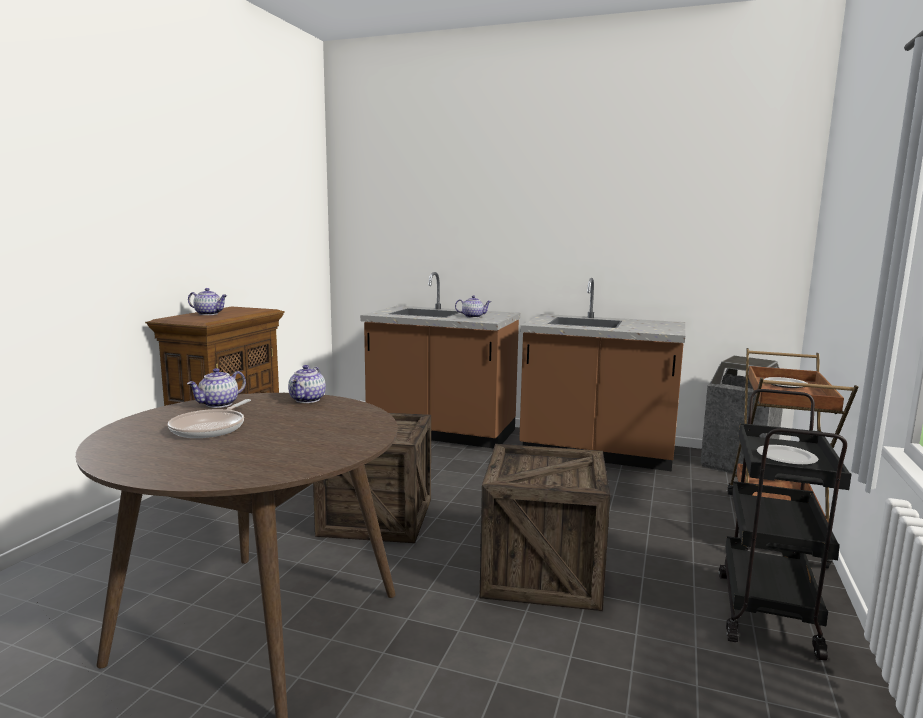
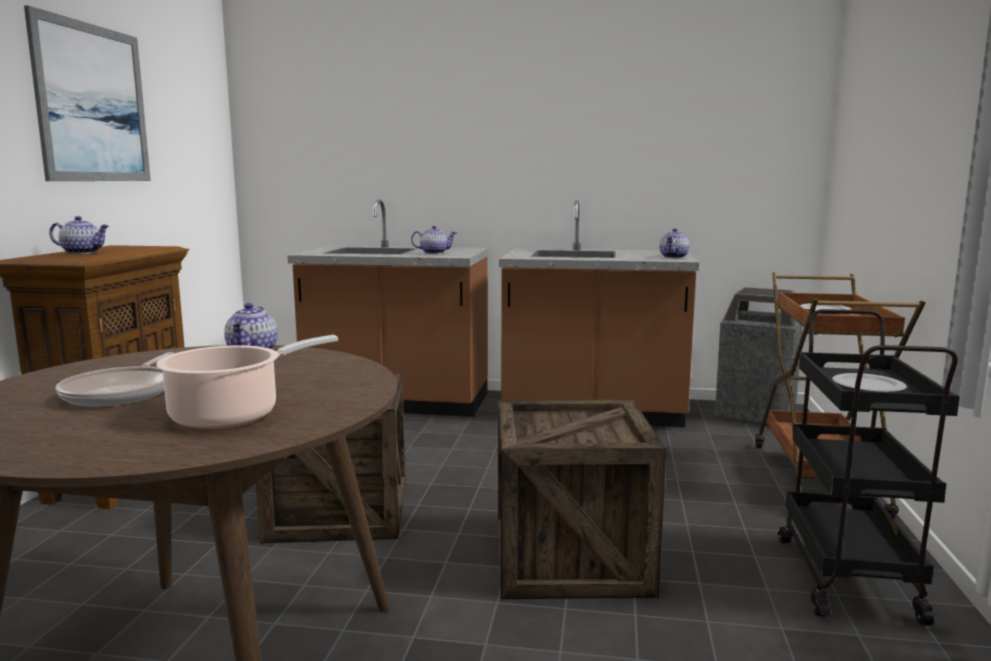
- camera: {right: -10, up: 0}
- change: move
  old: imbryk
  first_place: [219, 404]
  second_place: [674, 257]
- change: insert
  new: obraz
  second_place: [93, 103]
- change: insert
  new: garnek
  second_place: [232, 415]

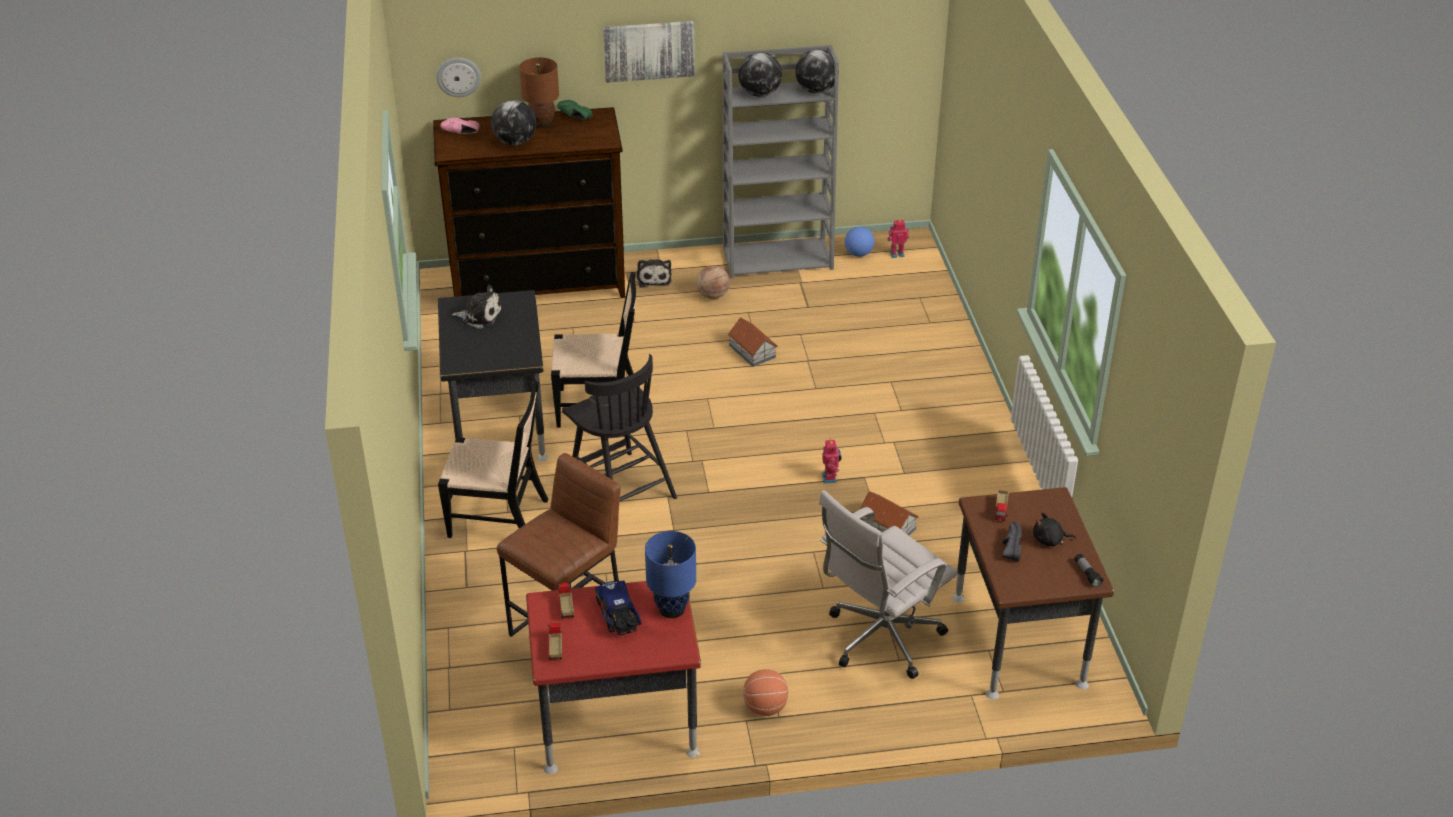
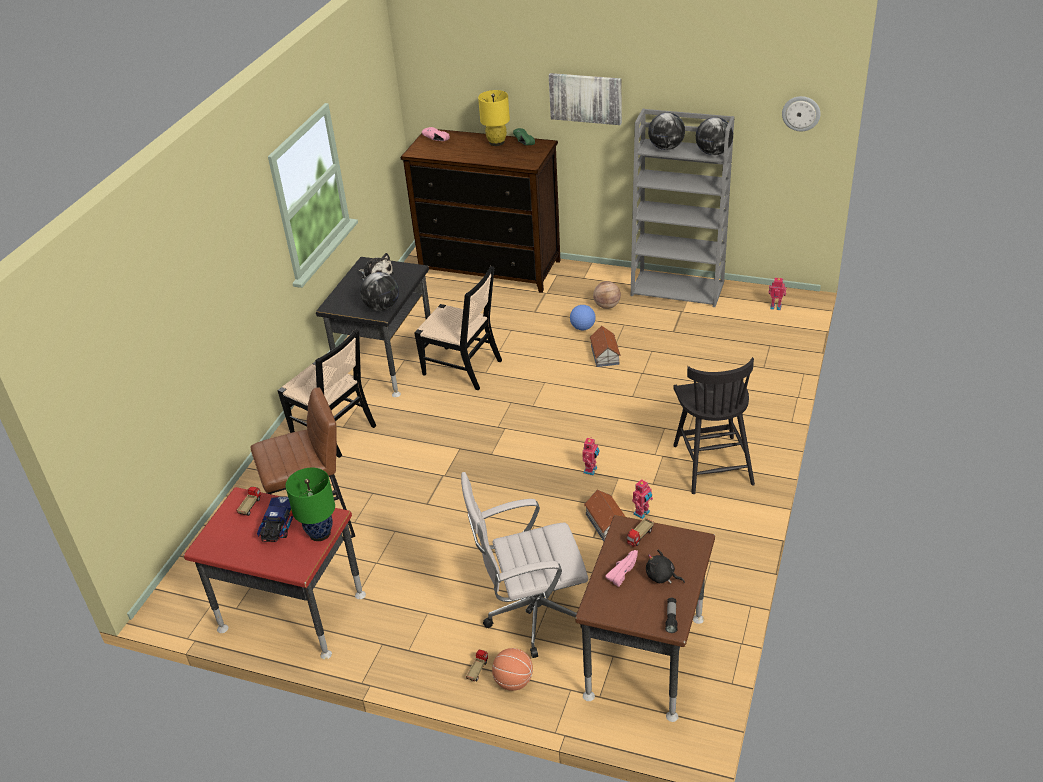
- camera: {right: 30, up: 0}
- change: move
  old: zegar ścienny
  first_place: [458, 76]
  second_place: [801, 113]
- change: move
  old: globus
  first_place: [515, 142]
  second_place: [381, 307]
- change: recolor
  old: lampa stołowa [brązowy]
  new: lampa stołowa [żółty]
  first_place: [542, 122]
  second_place: [497, 142]
- change: move
  old: ciężarówka zabawkowa
  first_place: [555, 648]
  second_place: [477, 670]
- change: move
  old: krzesło [czarny]
  first_place: [620, 487]
  second_place: [712, 462]
- change: delete
  old: pluszak
  first_place: [653, 278]
- change: recolor
  old: lampa stołowa [niebieski]
  new: lampa stołowa [zielony]
  first_place: [671, 609]
  second_place: [319, 533]
- change: move
  old: piłka do koszykówki
  first_place: [765, 707]
  second_place: [514, 681]
- change: move
  old: piłka futbolowa
  first_place: [858, 254]
  second_place: [583, 328]
- change: recolor
  old: but [czarny]
  new: but [różowy]
  first_place: [1009, 547]
  second_place: [621, 571]
- change: insert
  new: robot zabawkowy
  second_place: [642, 513]

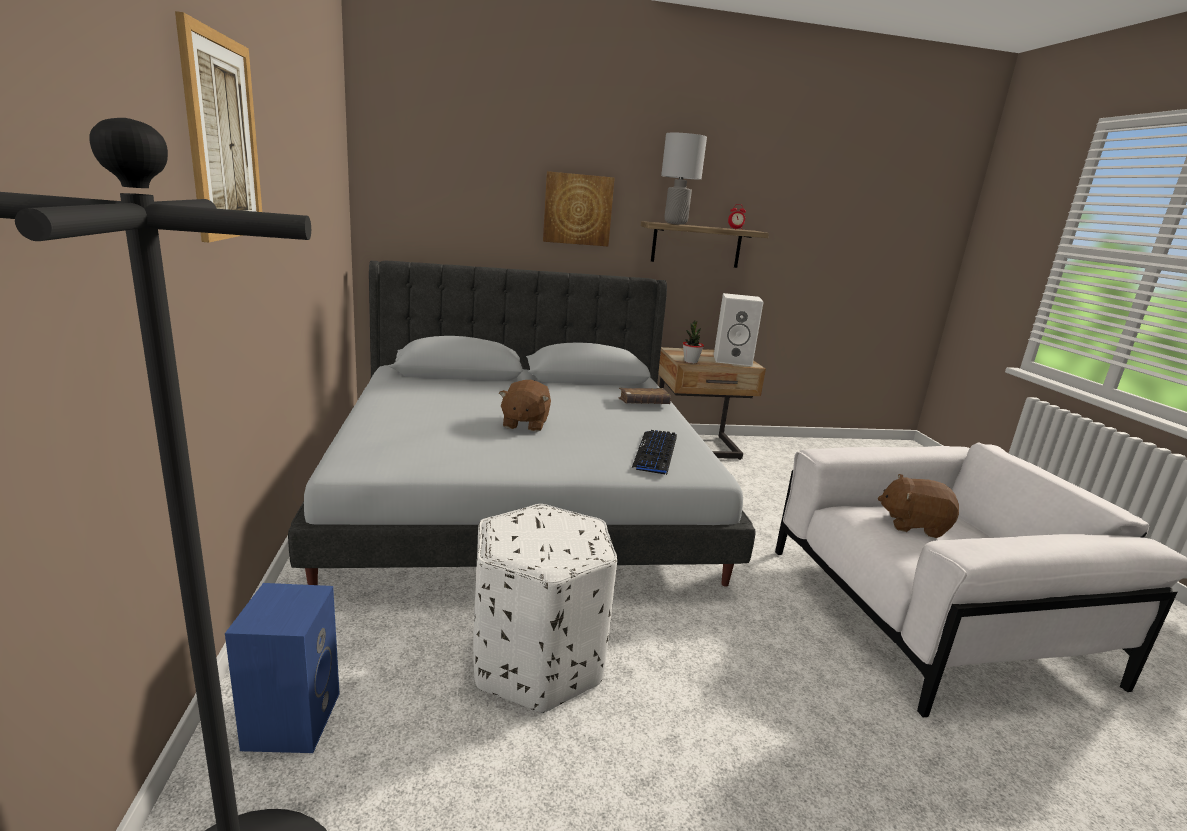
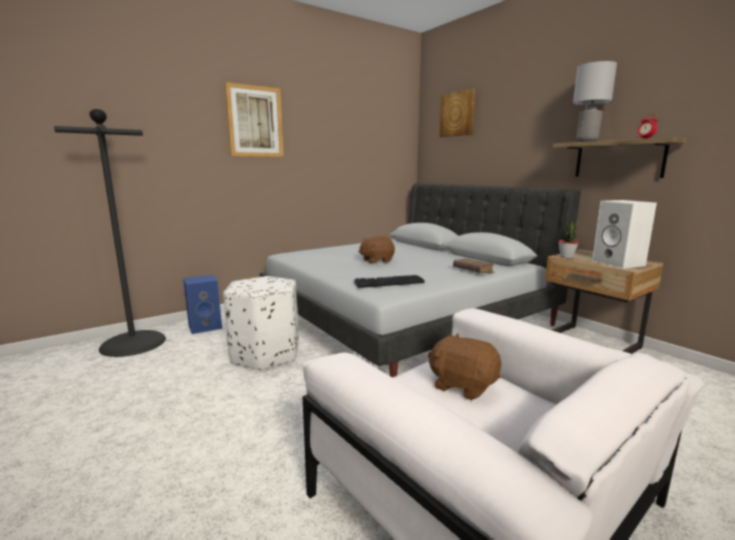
- camera: {right: 65, up: -5}
- change: move
  old: obraz
  first_place: [577, 209]
  second_place: [457, 114]
- change: rotate
  old: pluszak [brązowy]
  first_place: [913, 525]
  second_place: [463, 385]
  degrees: -45

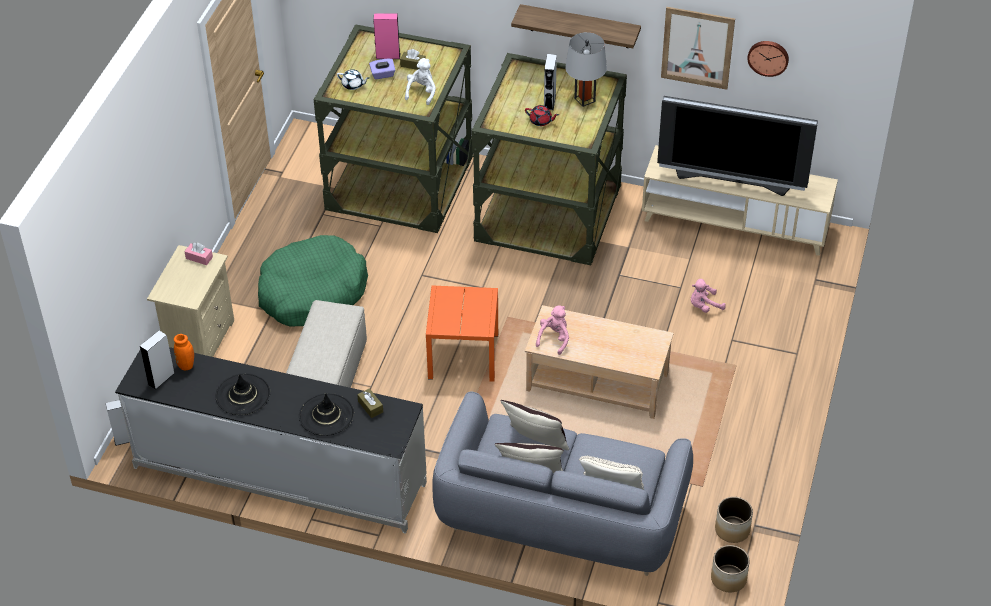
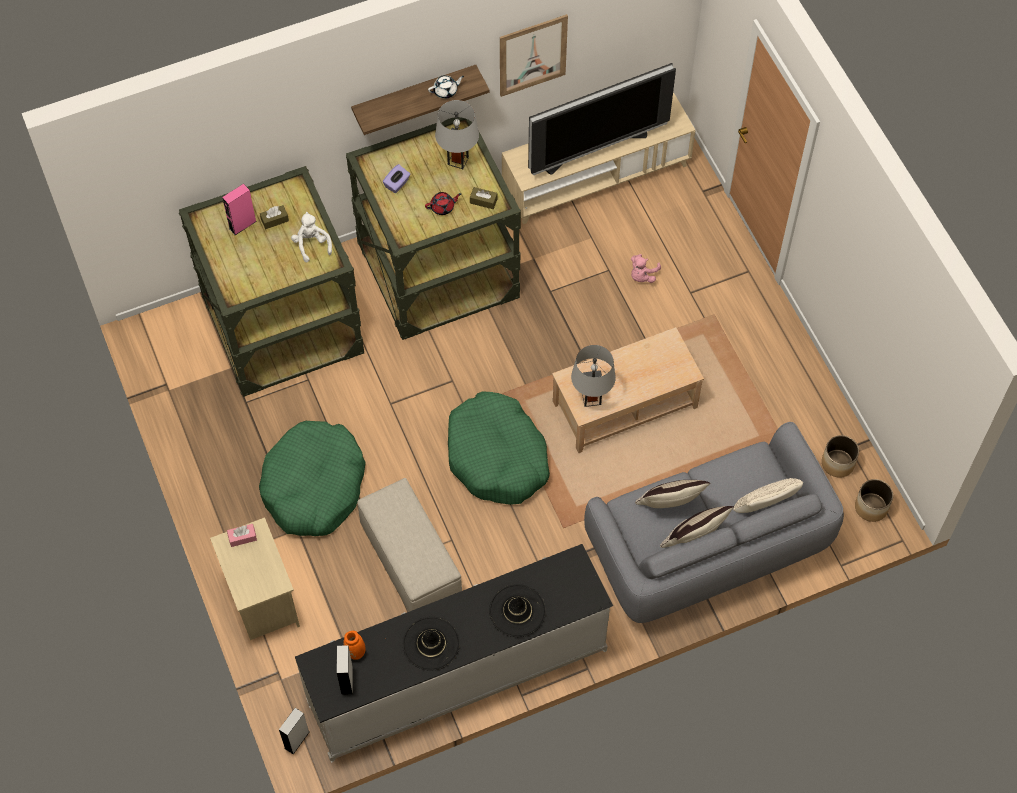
- camera: {right: -40, up: 15}
- change: move
  old: imbryk [biały]
  first_place: [353, 85]
  second_place: [446, 91]
- change: move
  old: pudełko chusteczek [brązowy]
  first_place: [370, 407]
  second_place: [483, 201]
- change: move
  old: pudełko chusteczek [fioletowy]
  first_place: [382, 75]
  second_place: [397, 184]
- change: replace
  old: stolik [pomarańczowy]
  new: legowisko [zielony]
  first_place: [462, 355]
  second_place: [497, 456]
- change: replace
  old: pluszak [różowy]
  new: lampa stołowa [szary]
  first_place: [554, 339]
  second_place: [591, 398]
- change: delete
  old: głośnik [szary]
  first_place: [549, 101]
- change: delete
  old: zegar ścienny
  first_place: [768, 57]

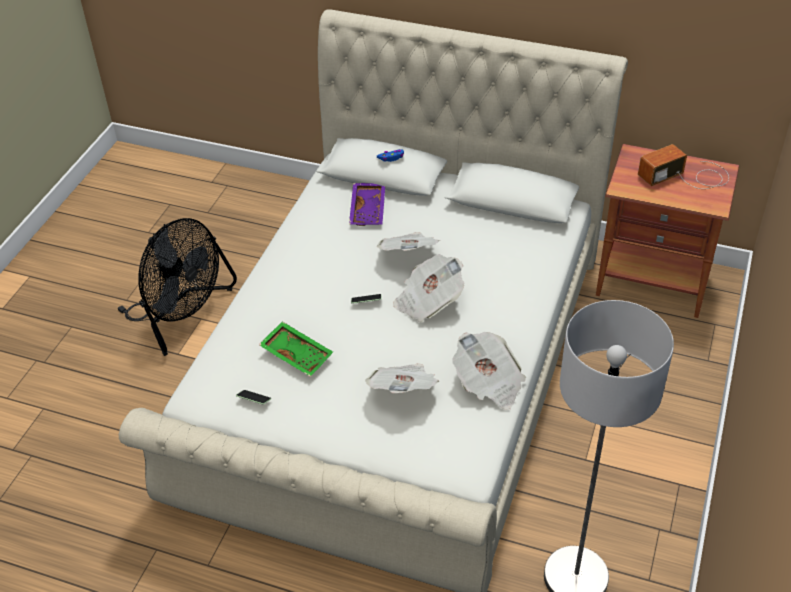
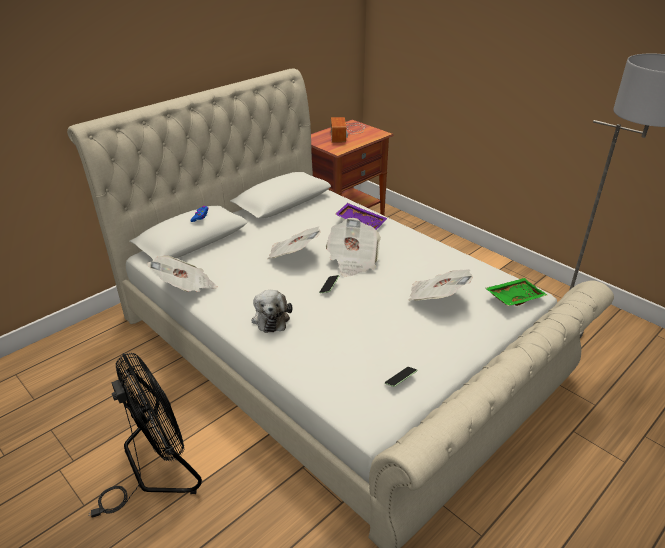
- camera: {right: -65, up: -10}
- change: move
  old: taca [zielony]
  first_place: [297, 354]
  second_place: [514, 297]
- change: move
  old: taca [fioletowy]
  first_place: [369, 210]
  second_place: [361, 222]
- change: move
  old: gazeta
  first_place: [489, 383]
  second_place: [186, 288]
- change: insert
  new: pluszak
  second_place: [271, 318]

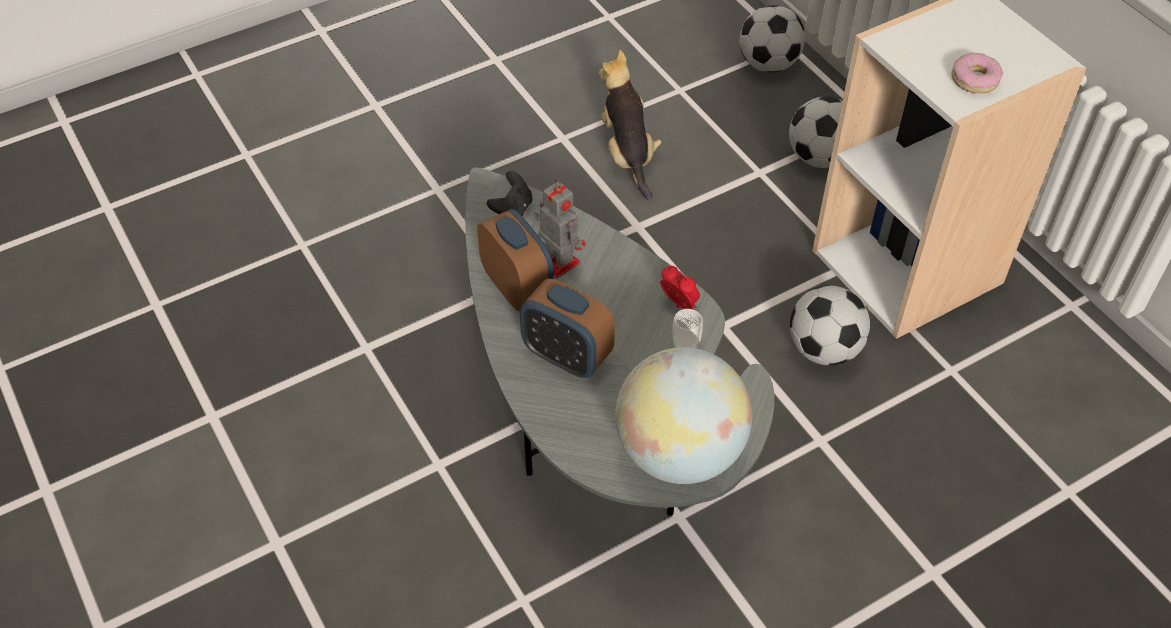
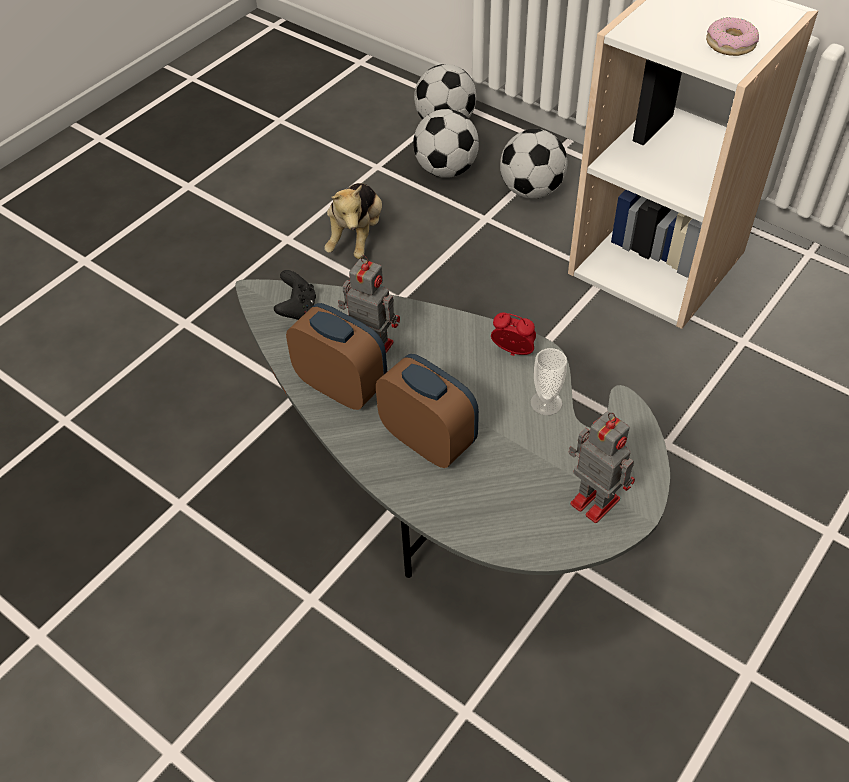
- camera: {right: -20, up: 0}
- change: rotate
  old: budzik
  first_place: [567, 356]
  second_place: [428, 440]
  degrees: -150
- change: rotate
  old: pluszak
  first_place: [627, 154]
  second_place: [356, 237]
  degrees: -135
- change: replace
  old: globus
  new: robot zabawkowy
  first_place: [679, 452]
  second_place: [593, 500]
- change: move
  old: piłka futbolowa
  first_place: [824, 350]
  second_place: [447, 170]

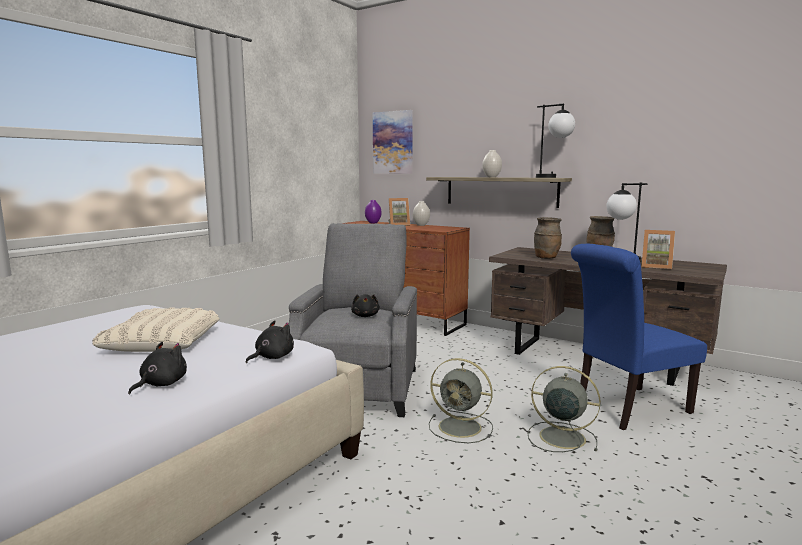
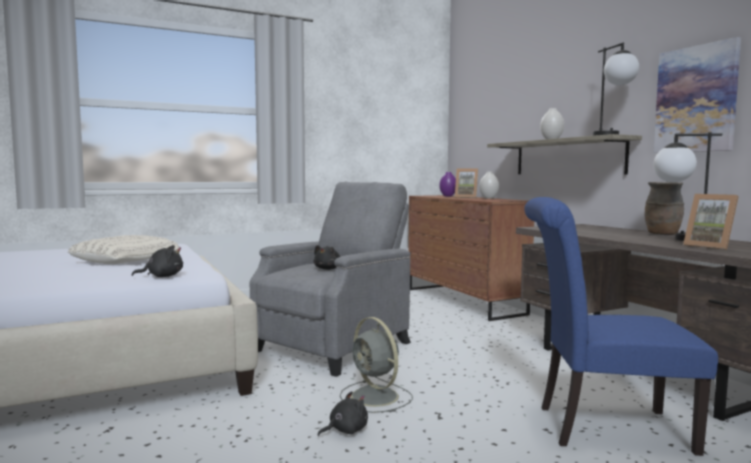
- camera: {right: 30, up: -5}
- change: move
  old: pluszak [czarny]
  first_place: [161, 384]
  second_place: [345, 430]
- change: move
  old: obraz
  first_place: [393, 142]
  second_place: [696, 99]
- change: delete
  old: wentylator [szary]
  first_place: [560, 437]
- change: delete
  old: wazon [brązowy]
  first_place: [546, 258]

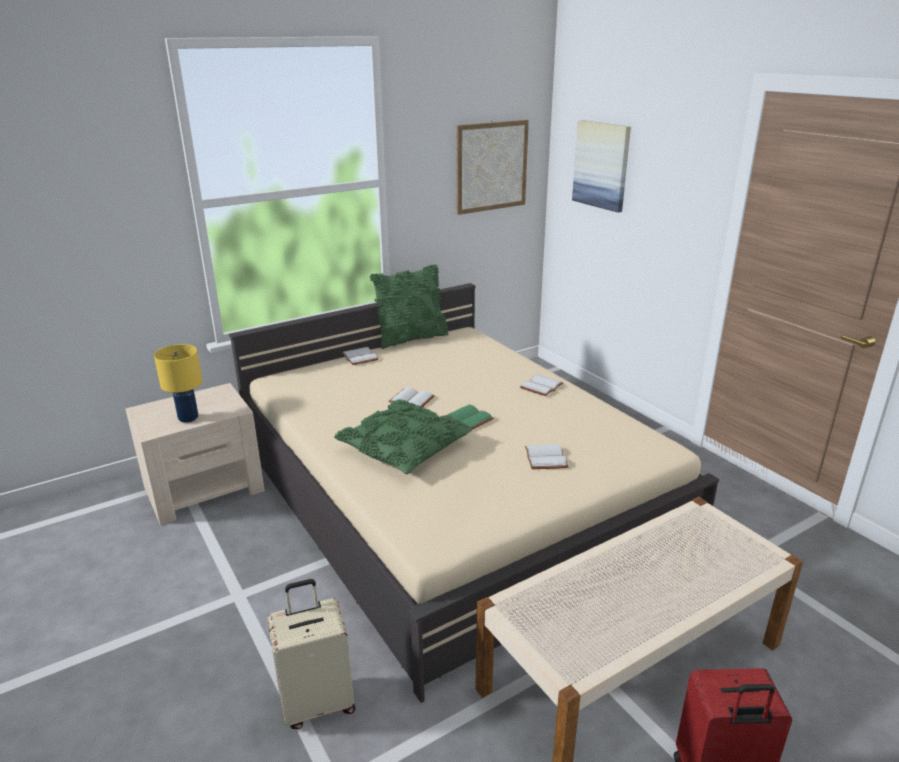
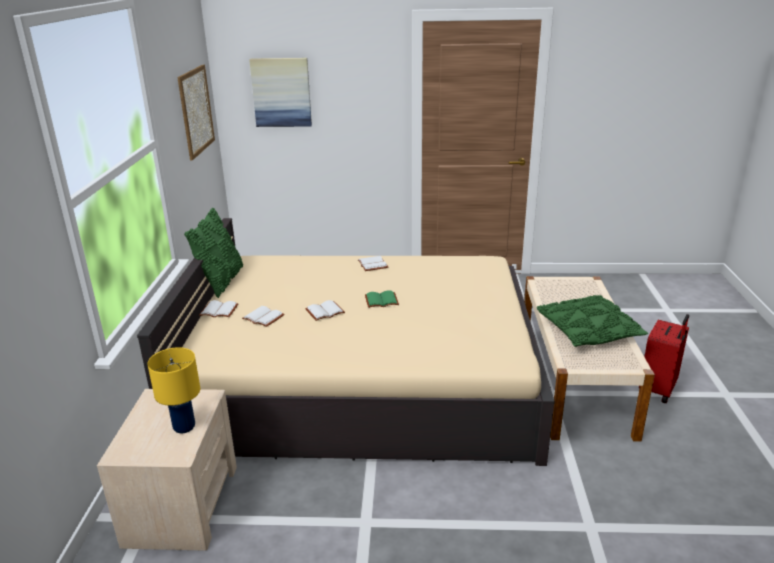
- camera: {right: -55, up: 0}
- change: delete
  old: walizka [beżowy]
  first_place: [318, 703]
- change: move
  old: poduszka [zielony]
  first_place: [403, 448]
  second_place: [588, 331]
- change: move
  old: książka [biały]
  first_place: [547, 458]
  second_place: [264, 317]

